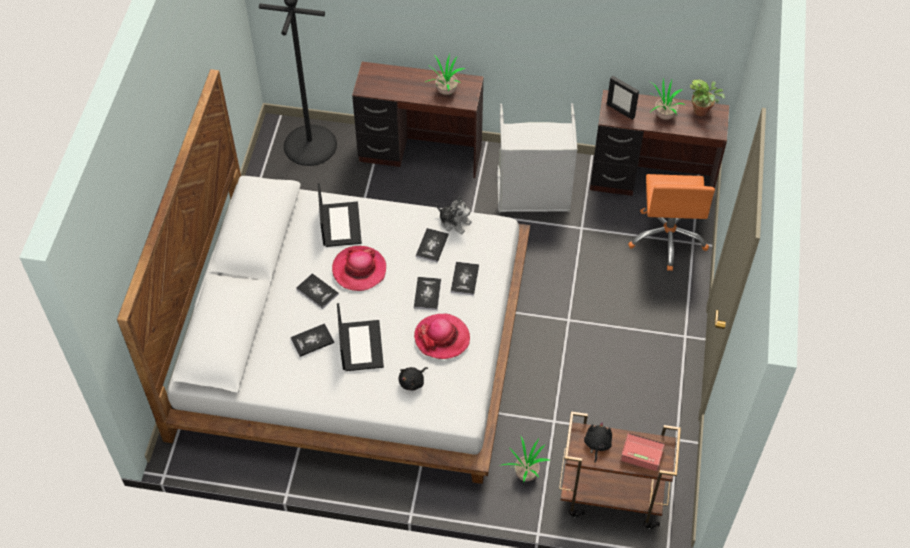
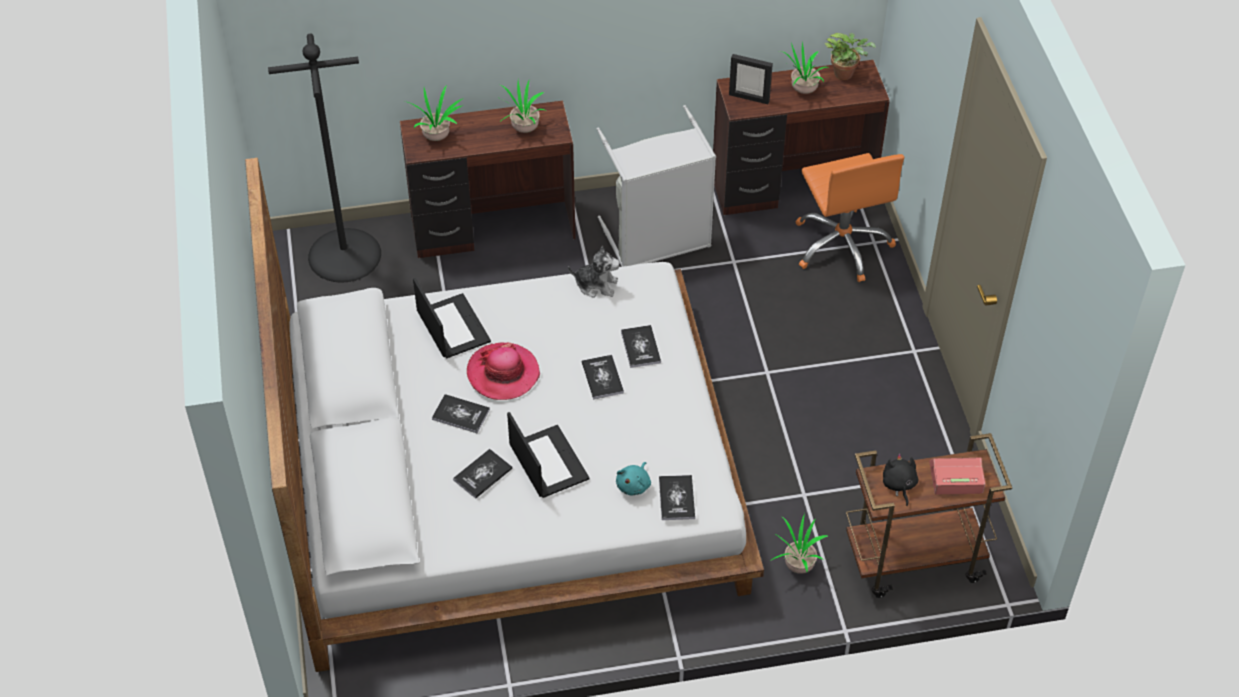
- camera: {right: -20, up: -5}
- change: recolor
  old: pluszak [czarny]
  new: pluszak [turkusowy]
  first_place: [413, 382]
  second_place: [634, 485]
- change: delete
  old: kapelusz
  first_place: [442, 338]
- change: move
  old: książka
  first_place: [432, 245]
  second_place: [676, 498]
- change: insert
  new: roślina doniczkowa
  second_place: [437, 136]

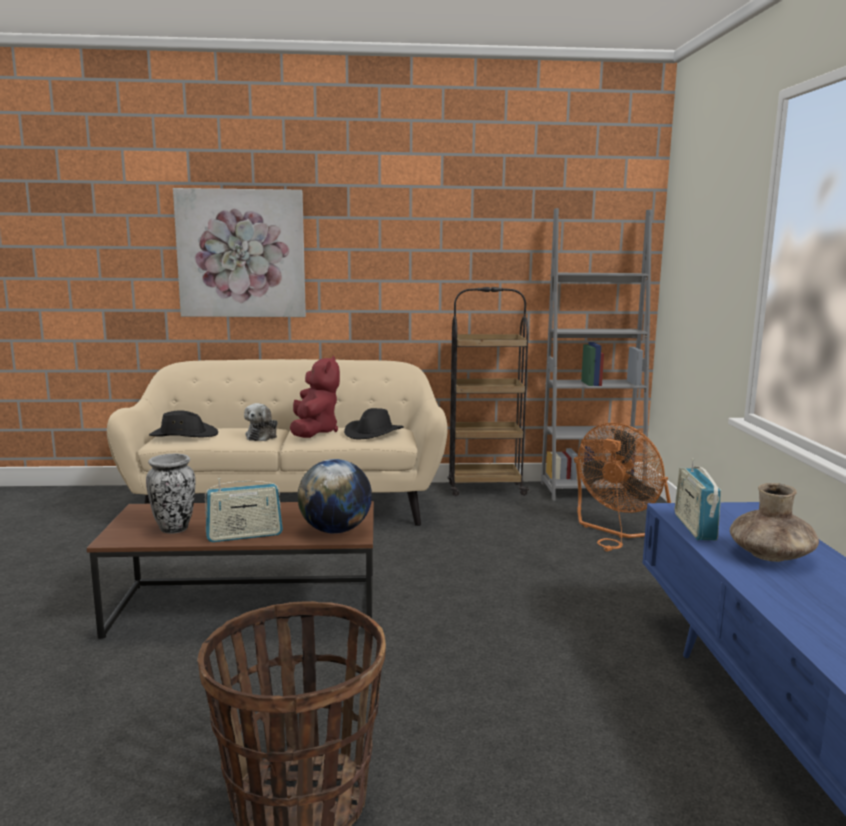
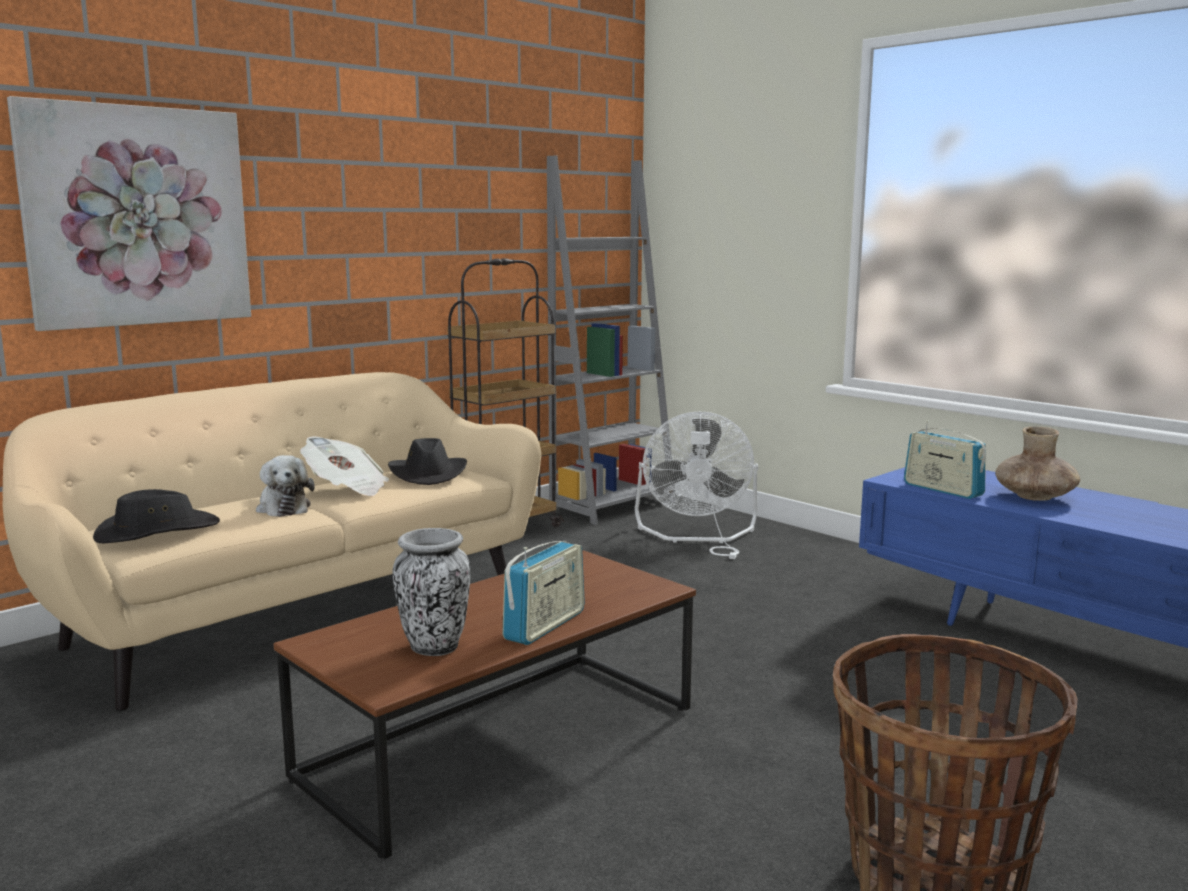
- camera: {right: -40, up: 0}
- change: replace
  old: pluszak [czerwony]
  new: gazeta
  first_place: [314, 432]
  second_place: [347, 488]
- change: delete
  old: globus
  first_place: [335, 530]
- change: recolor
  old: wentylator [pomarańczowy]
  new: wentylator [biały]
  first_place: [613, 529]
  second_place: [701, 537]

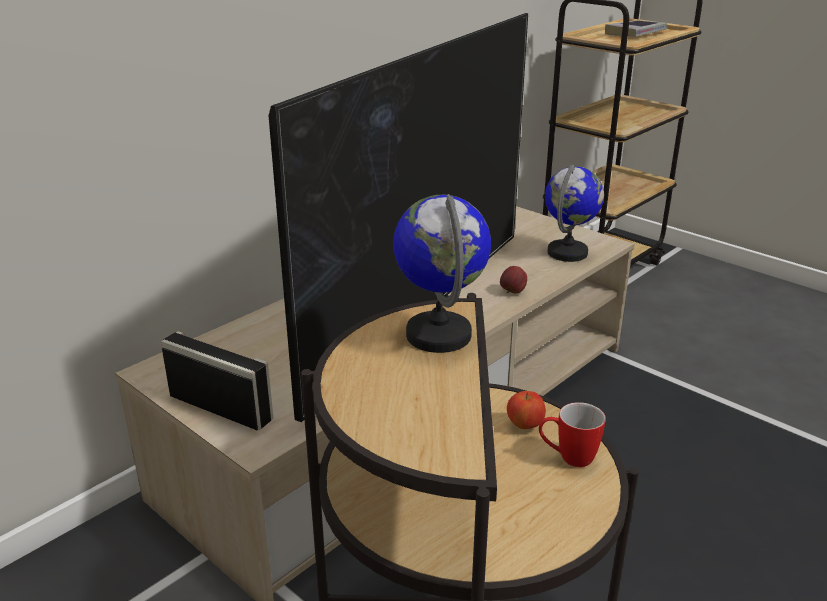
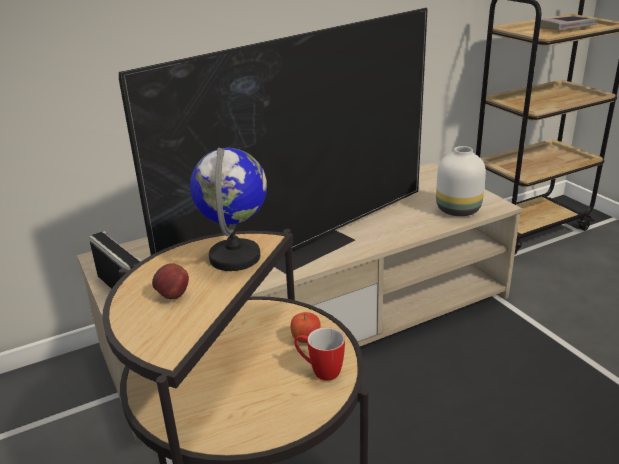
- camera: {right: 20, up: 0}
- change: move
  old: jabłko
  first_place: [512, 292]
  second_place: [172, 296]
- change: replace
  old: globus
  new: wazon [biały]
  first_place: [568, 253]
  second_place: [458, 209]

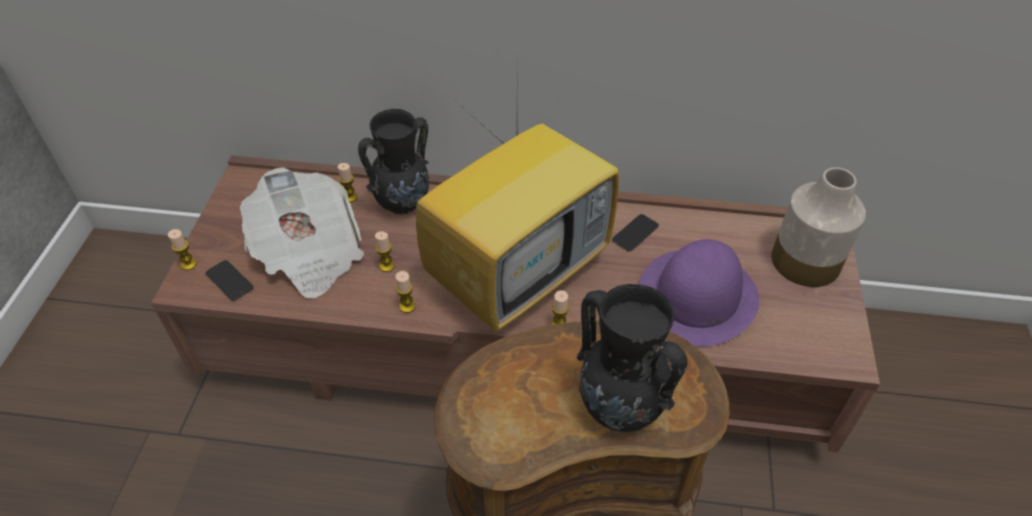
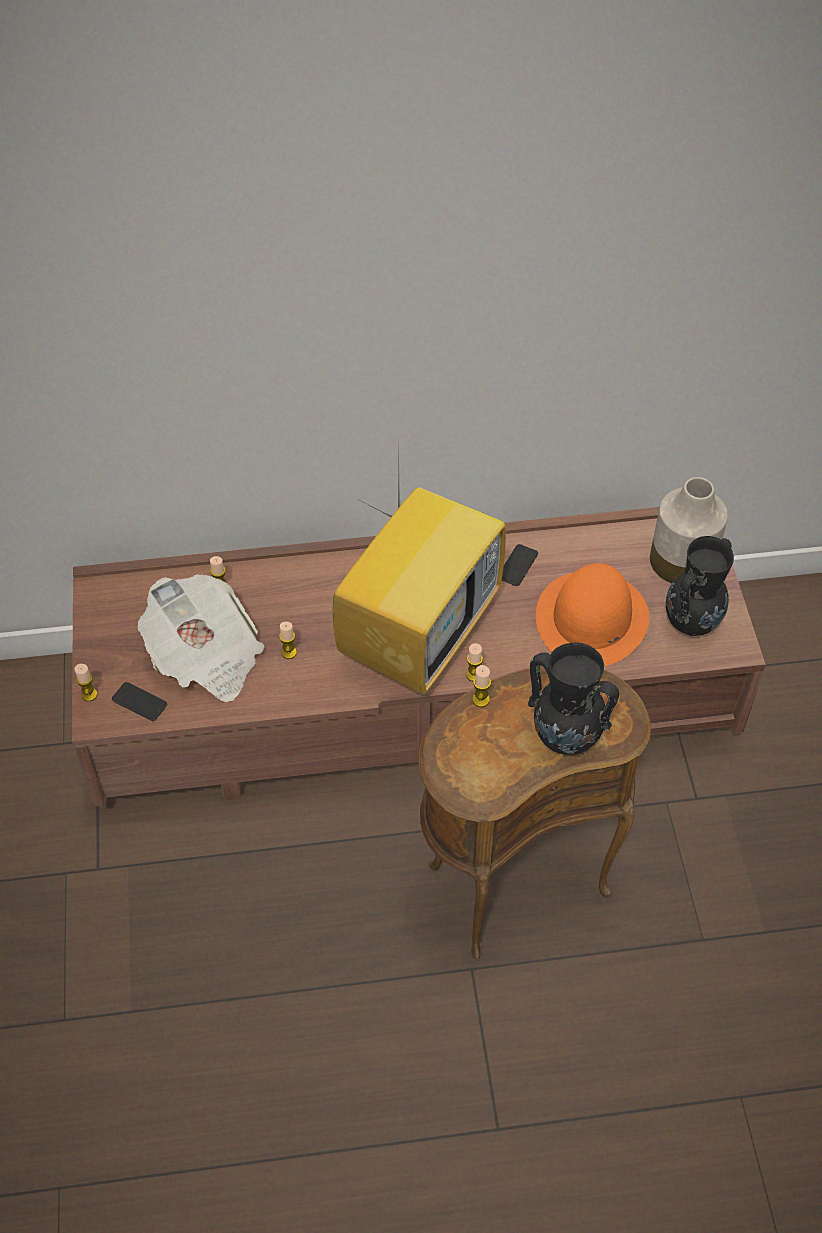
- camera: {right: -15, up: 5}
- change: move
  old: wazon [czarny]
  first_place: [404, 204]
  second_place: [692, 622]
- change: move
  old: świeca
  first_place: [407, 306]
  second_place: [480, 700]
- change: recolor
  old: kapelusz [fioletowy]
  new: kapelusz [pomarańczowy]
  first_place: [697, 297]
  second_place: [592, 618]

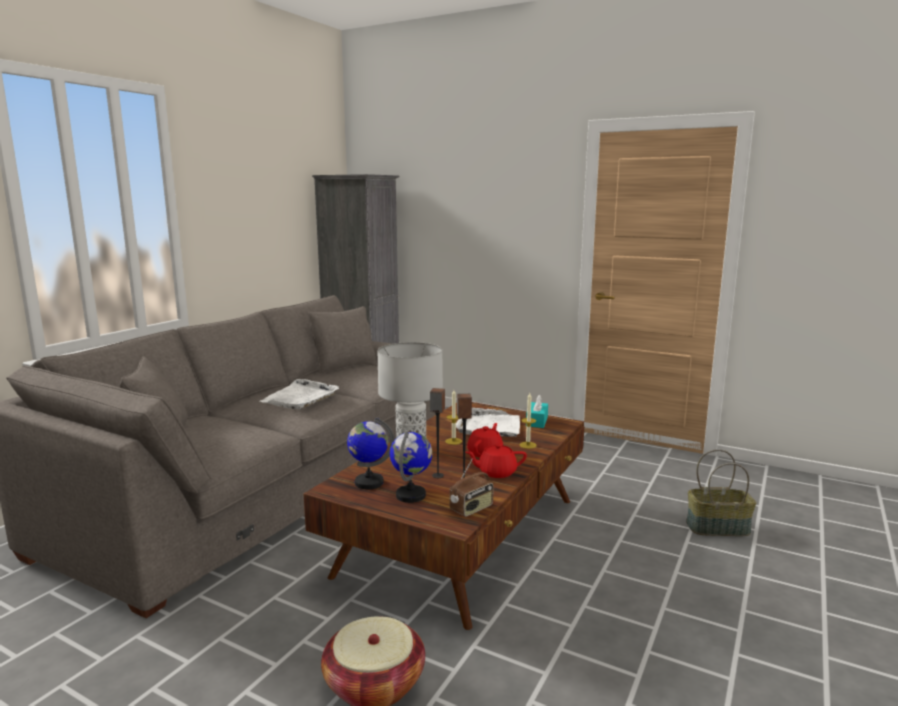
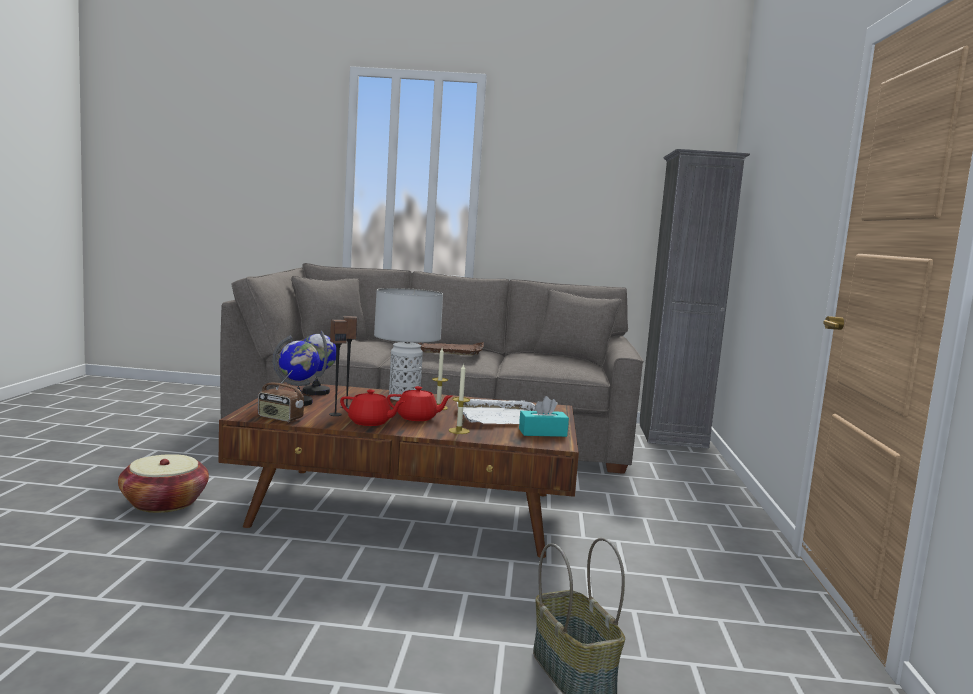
- camera: {right: 65, up: -5}
- change: recolor
  old: taca [biały]
  new: taca [brązowy]
  first_place: [300, 397]
  second_place: [451, 351]
- change: rotate
  old: imbryk [czerwony]
  first_place: [496, 472]
  second_place: [370, 422]
  degrees: 135

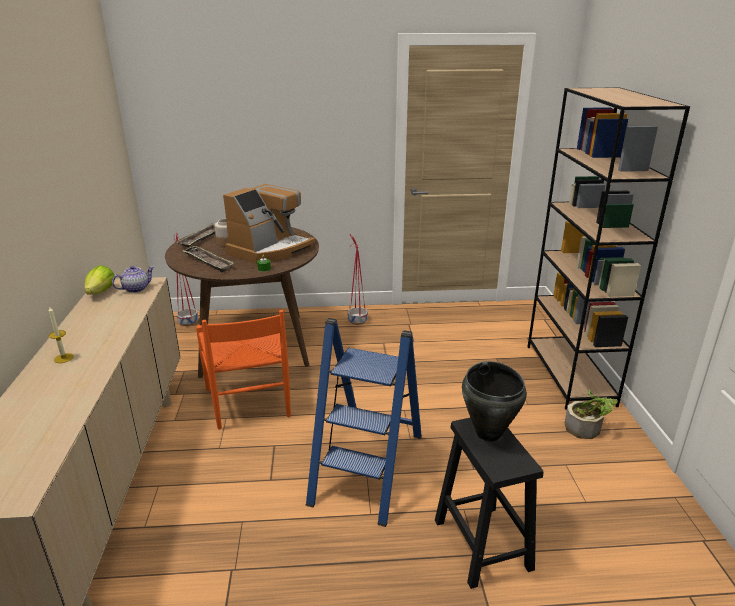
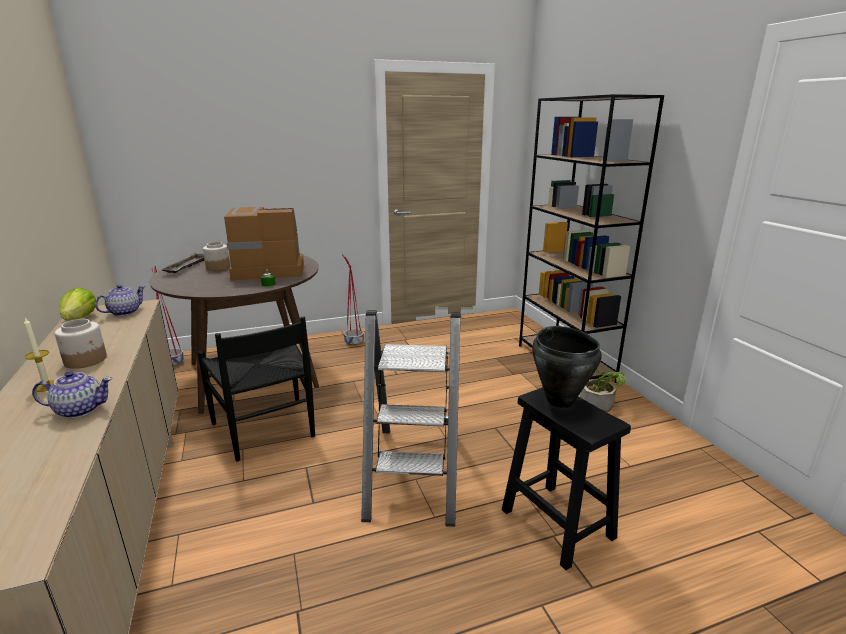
- camera: {right: -15, up: -5}
- change: delete
  old: taca
  first_place: [208, 262]
- change: recolor
  old: krzesło [pomarańczowy]
  new: krzesło [czarny]
  first_place: [251, 403]
  second_place: [266, 430]
- change: rotate
  old: ekspres do kawy
  first_place: [270, 250]
  second_place: [268, 270]
  degrees: -120
- change: recolor
  old: drabinka [niebieski]
  new: drabinka [szary]
  first_place: [368, 466]
  second_place: [414, 470]
- change: insert
  new: imbryk
  second_place: [79, 410]
- change: insert
  new: słoik
  second_place: [86, 360]

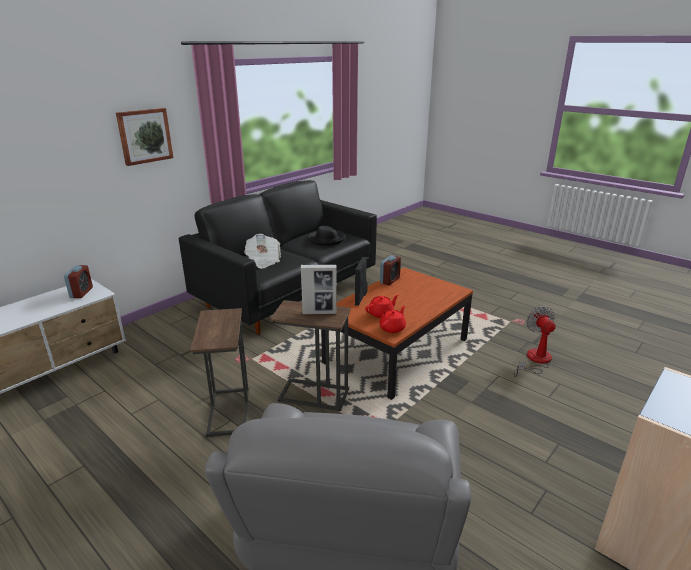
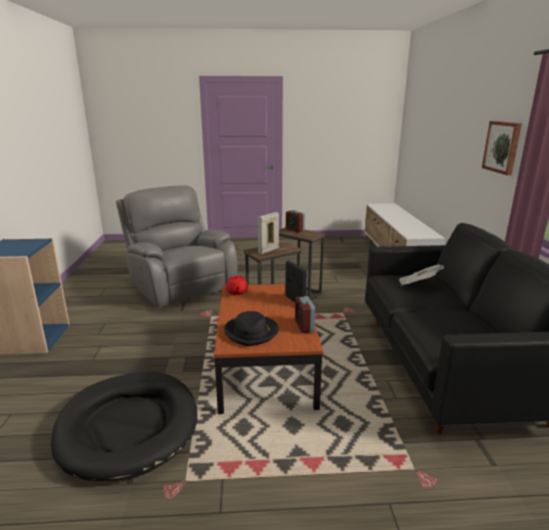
- camera: {right: 135, up: -5}
- change: move
  old: budzik
  first_place: [81, 293]
  second_place: [295, 230]
- change: move
  old: kapelusz [czarny]
  first_place: [326, 239]
  second_place: [251, 332]
- change: delete
  old: imbryk [czerwony]
  first_place: [381, 313]
- change: replace
  old: wentylator
  new: legowisko [czarny]
  first_place: [535, 360]
  second_place: [128, 426]

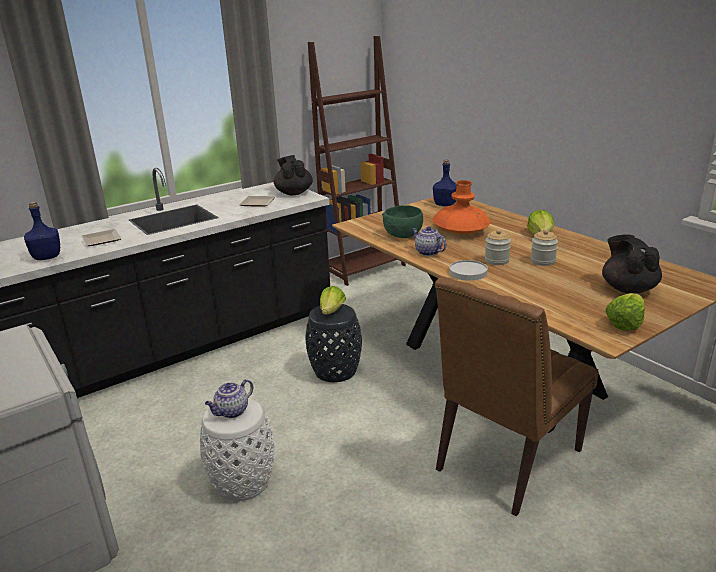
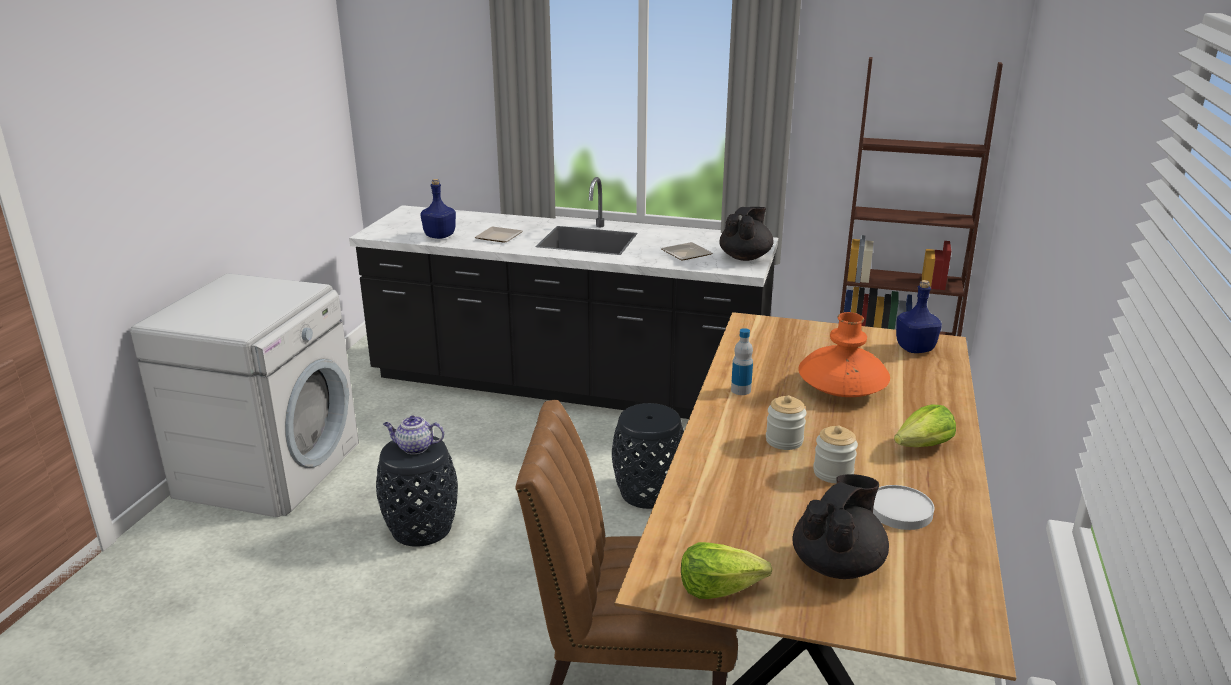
- camera: {right: 50, up: 0}
- change: recolor
  old: stołek [biały]
  new: stołek [czarny]
  first_place: [243, 482]
  second_place: [422, 529]
- change: delete
  old: sałata
  first_place: [332, 311]
- change: delete
  old: miska [zielony]
  first_place: [403, 235]
- change: replace
  old: imbryk
  new: butelka
  first_place: [427, 252]
  second_place: [741, 390]
- change: move
  old: talerz [biały]
  first_place: [468, 272]
  second_place: [900, 511]

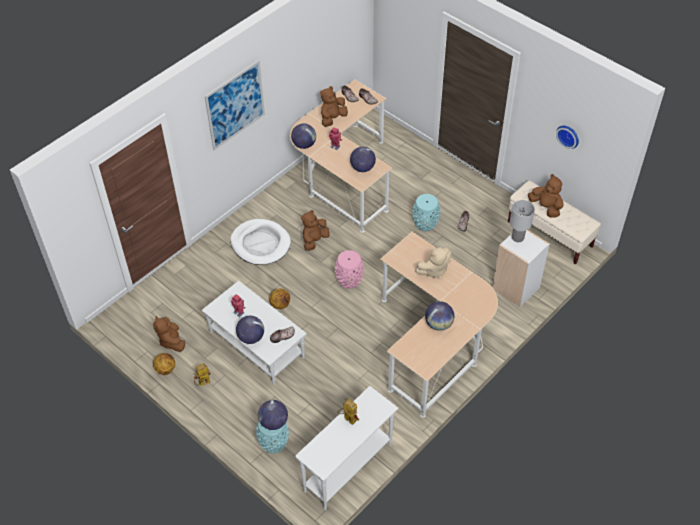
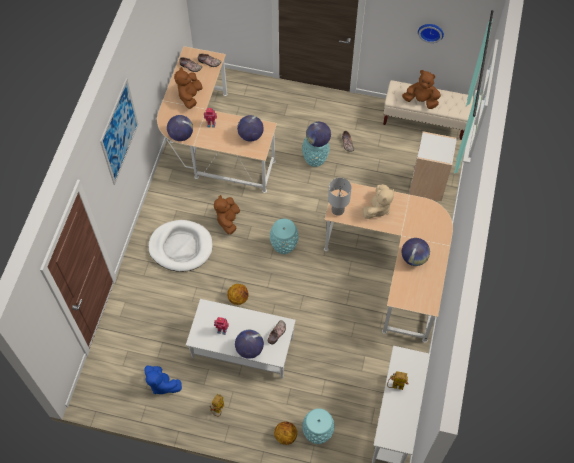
- camera: {right: -30, up: 10}
- change: recolor
  old: pluszak [brązowy]
  new: pluszak [niebieski]
  first_place: [171, 341]
  second_place: [162, 384]
- change: move
  old: piłka do koszykówki
  first_place: [165, 369]
  second_place: [285, 436]
- change: move
  old: globus
  first_place: [273, 422]
  second_place: [318, 141]
- change: recolor
  old: stołek [różowy]
  new: stołek [turkusowy]
  first_place: [349, 280]
  second_place: [284, 244]
- change: move
  old: lampa stołowa [szary]
  first_place: [517, 238]
  second_place: [337, 211]

